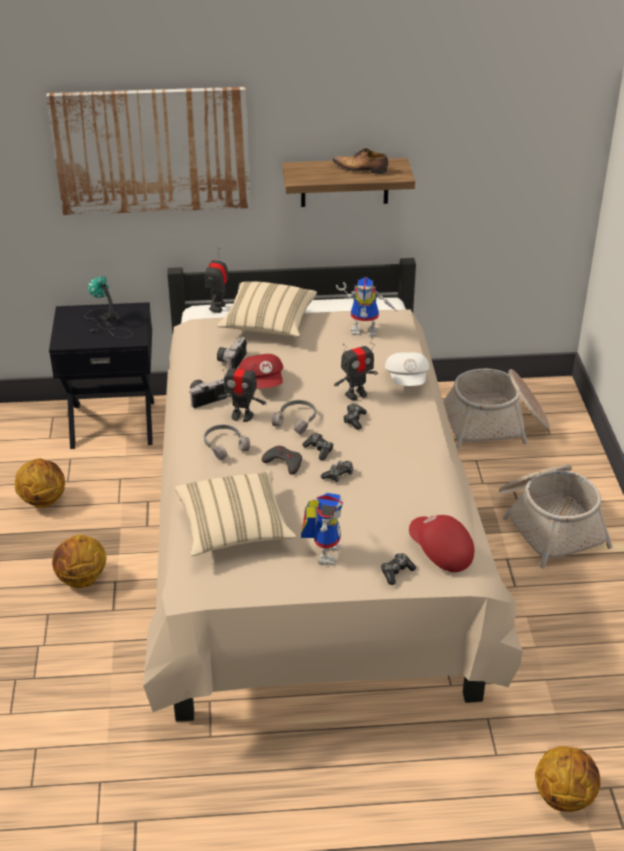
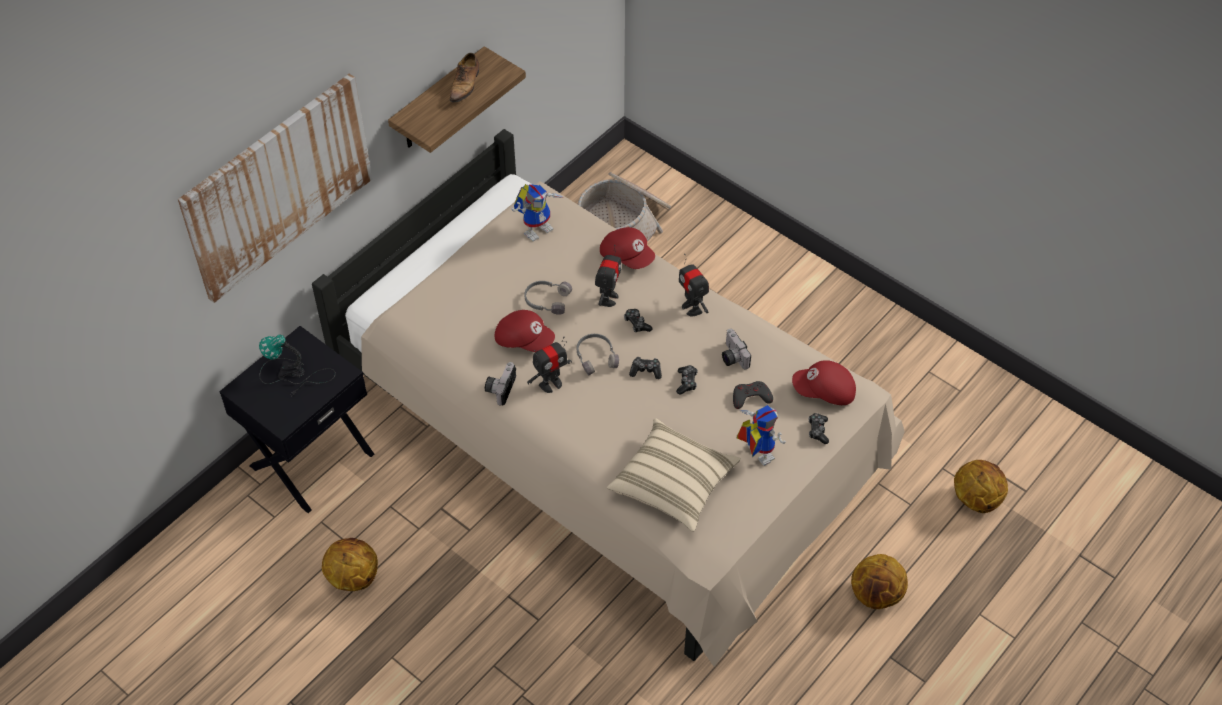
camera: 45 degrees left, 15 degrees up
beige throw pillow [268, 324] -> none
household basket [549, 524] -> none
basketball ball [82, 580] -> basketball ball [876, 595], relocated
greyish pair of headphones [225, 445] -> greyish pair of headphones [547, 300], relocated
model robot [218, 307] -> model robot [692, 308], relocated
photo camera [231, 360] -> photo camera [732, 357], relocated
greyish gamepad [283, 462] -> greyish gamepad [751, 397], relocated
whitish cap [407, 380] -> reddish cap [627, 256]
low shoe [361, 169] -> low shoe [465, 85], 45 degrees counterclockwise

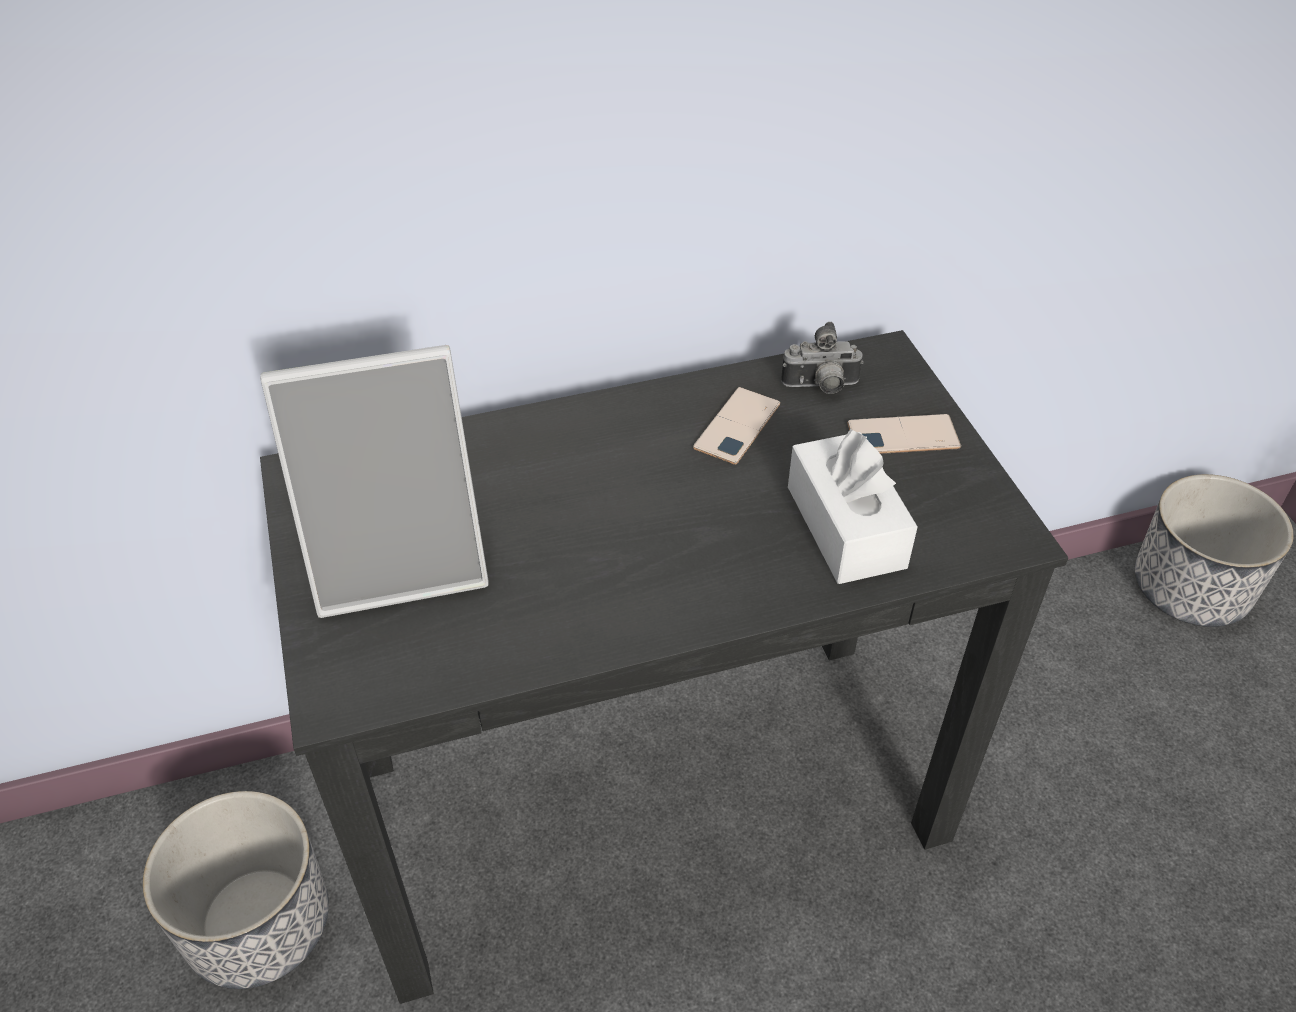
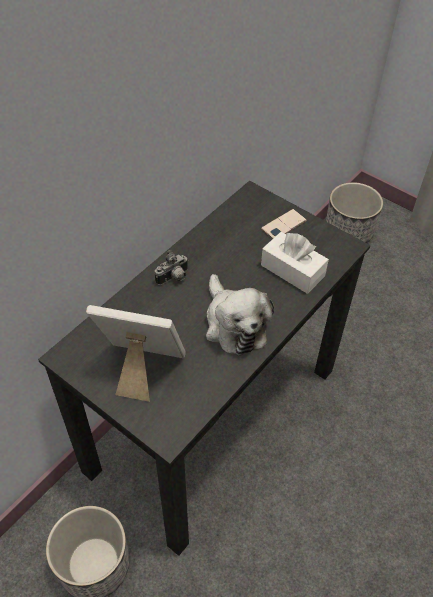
camera: 35 degrees left, 5 degrees up
phone [737, 426] -> none
none -> cuddly toy [233, 324]
photo camera [820, 387] -> photo camera [174, 278], relocated
picture frame [400, 558] -> picture frame [141, 369], 120 degrees counterclockwise

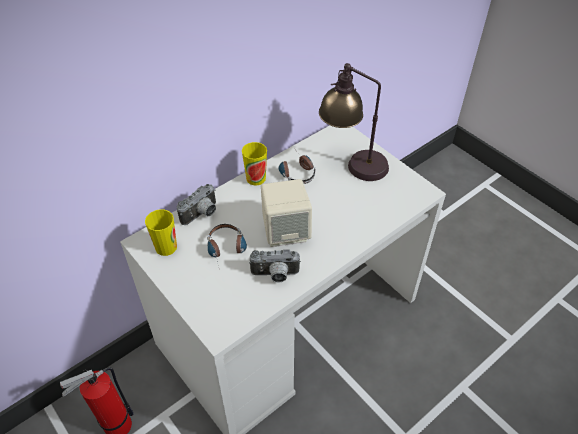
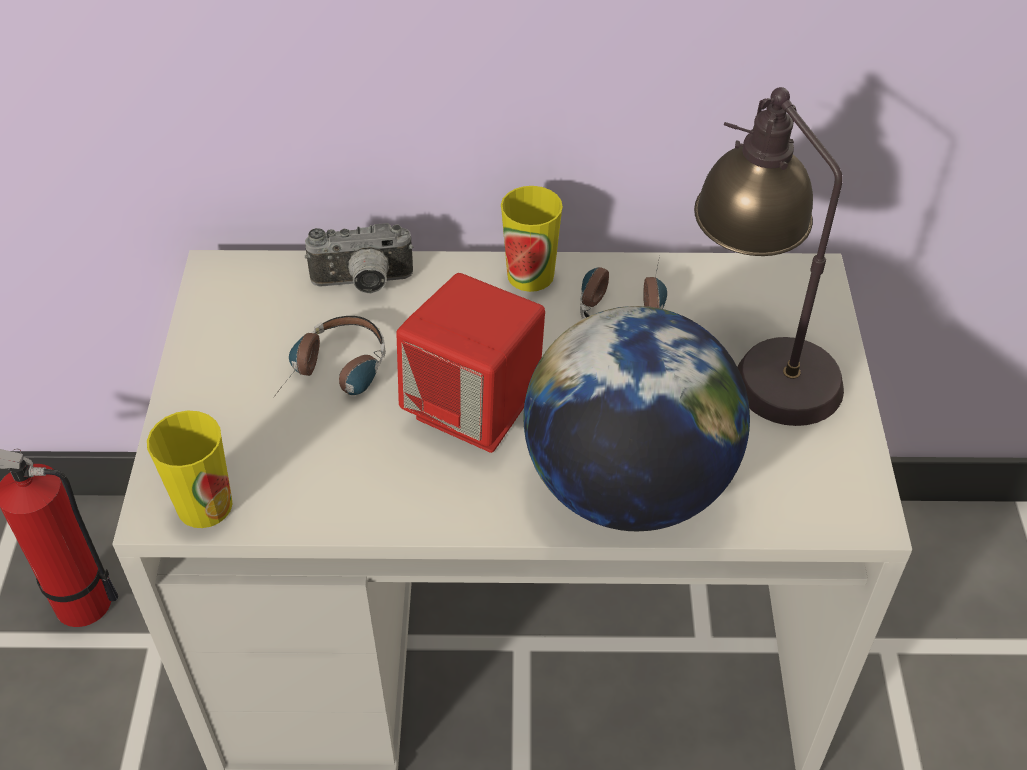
camera: 40 degrees right, 0 degrees up
photo camera [275, 275] -> none
none -> desk globe [628, 485]
drinking cup [166, 247] -> drinking cup [204, 505], relocated
beige speaker [286, 232] -> reddish speaker [475, 409]

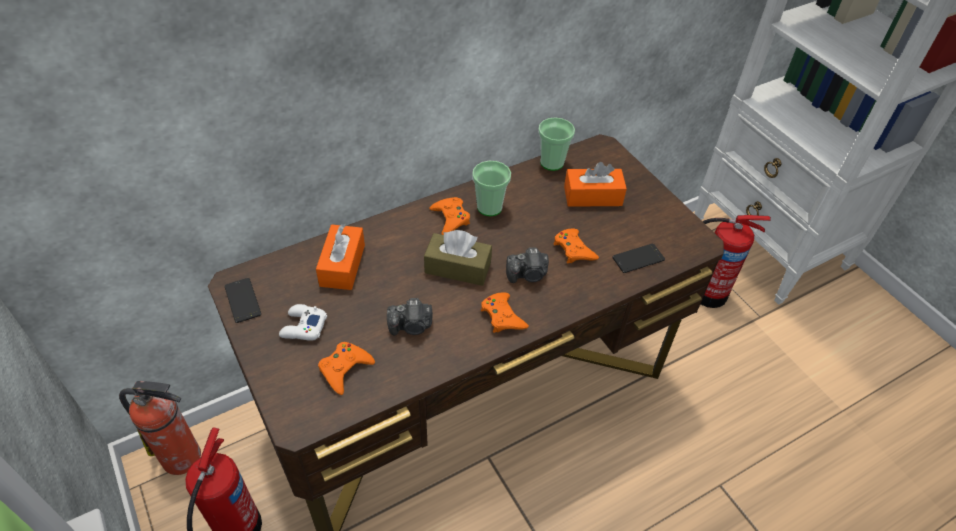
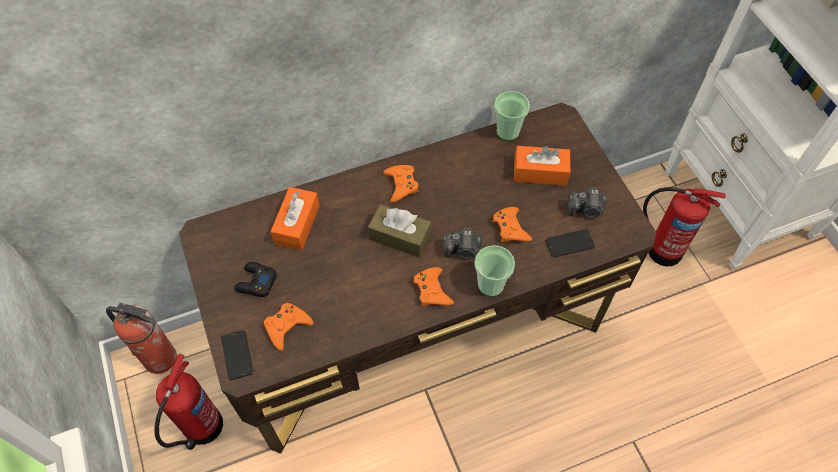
camera: 10 degrees right, 10 degrees up
phone [242, 300] -> phone [237, 355], relocated
photo camera [411, 326] -> photo camera [586, 210], relocated
drinking cup [489, 207] -> drinking cup [490, 285], relocated
whitish gamepad [303, 327] -> black gamepad [256, 282]

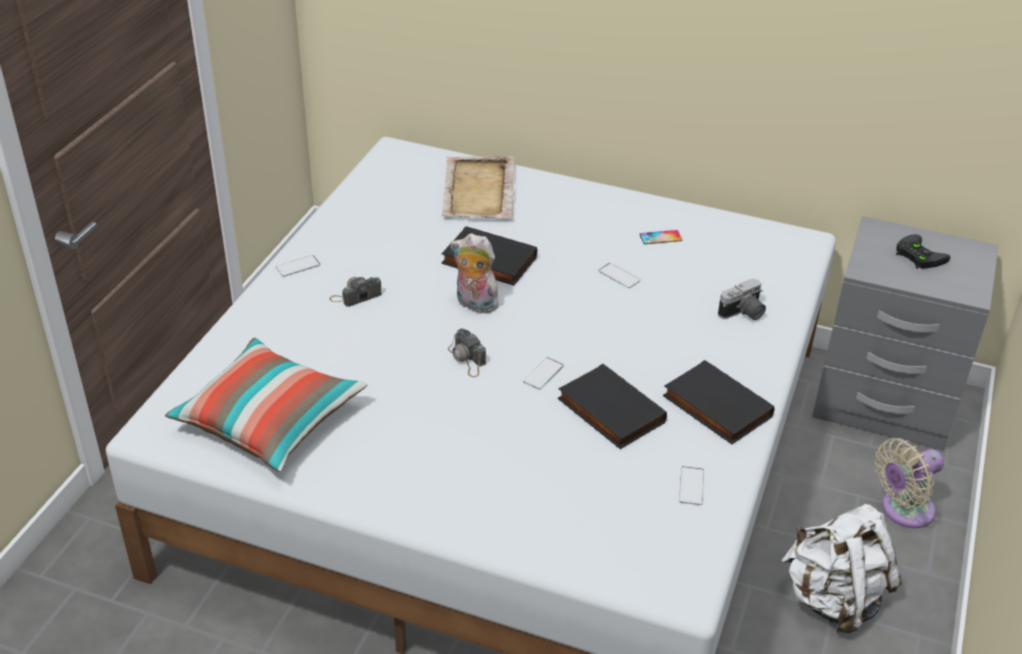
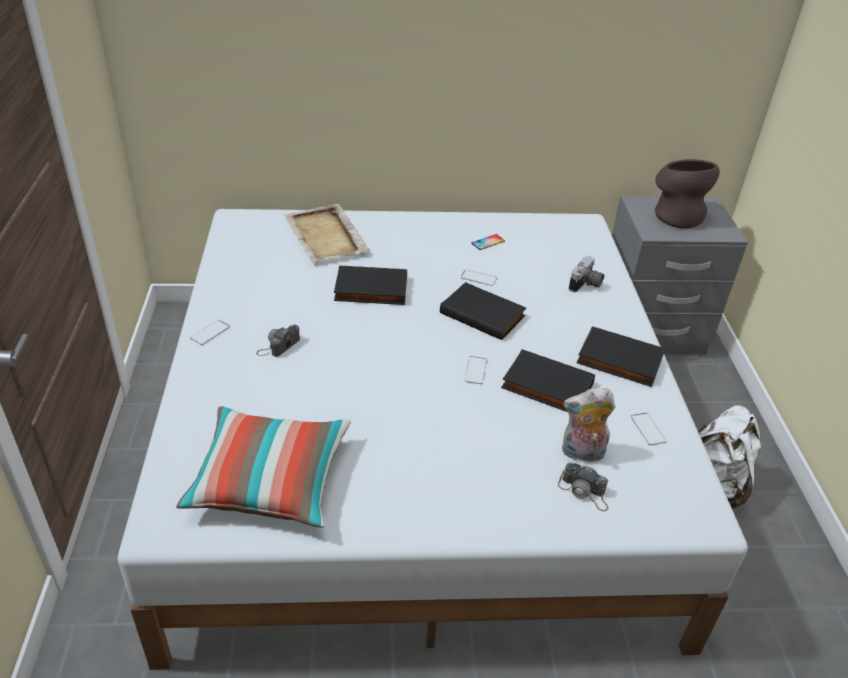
camera: 25 degrees left, 0 degrees up
beige electric fan [903, 510] -> none
none -> black volume [483, 314]
photo camera [467, 359] -> photo camera [584, 492], relocated
cuddly toy [474, 304] -> cuddly toy [581, 453], relocated
black gamepad [917, 255] -> brownish decorative vase [676, 215]

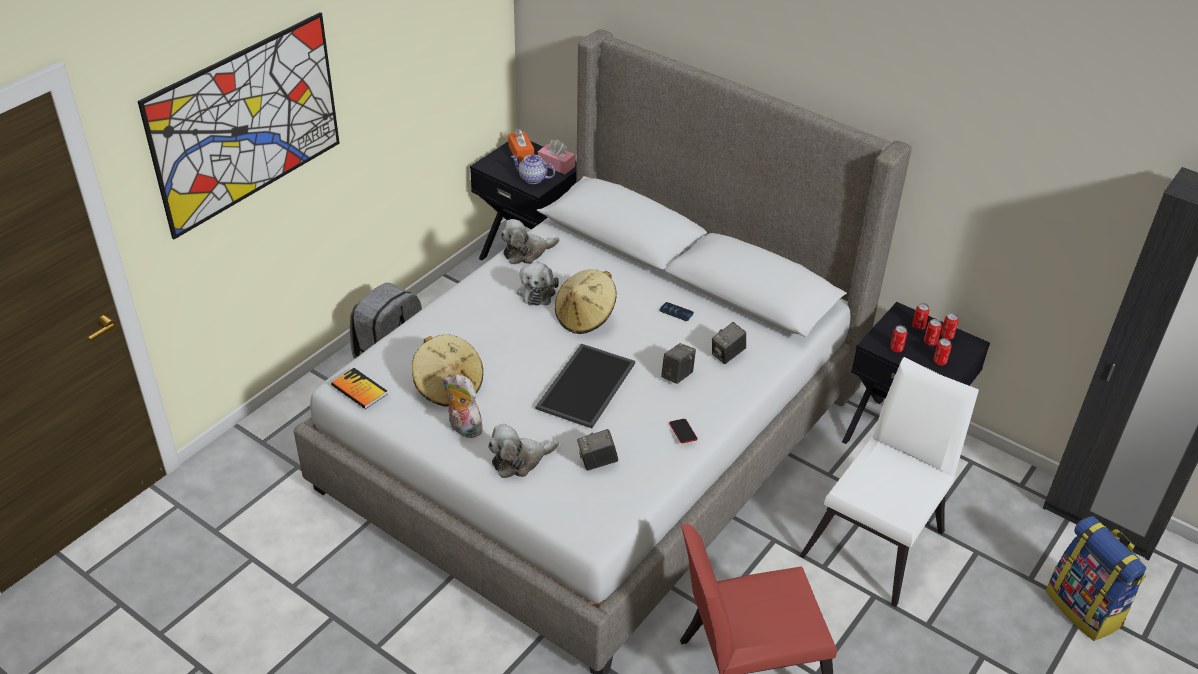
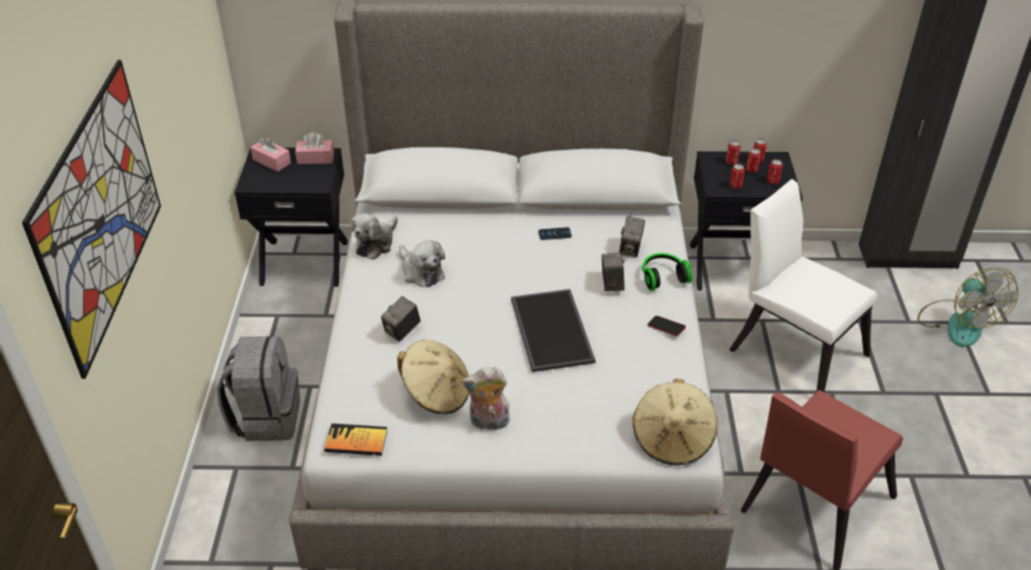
camera: 35 degrees left, 0 degrees up
cuddly toy [520, 460] -> none
pot for tea [532, 179] -> none
none -> pair of headphones [662, 277]
beige wearable hat [585, 317] -> beige wearable hat [673, 440], relocated
photo camera [597, 462] -> photo camera [402, 331], relocated
knapsack [1085, 609] -> electric fan [957, 323]
orange box of tissues [521, 153] -> pinkish box of tissues [272, 161]
whitish upright chair [879, 538] -> whitish upright chair [792, 347], 45 degrees counterclockwise

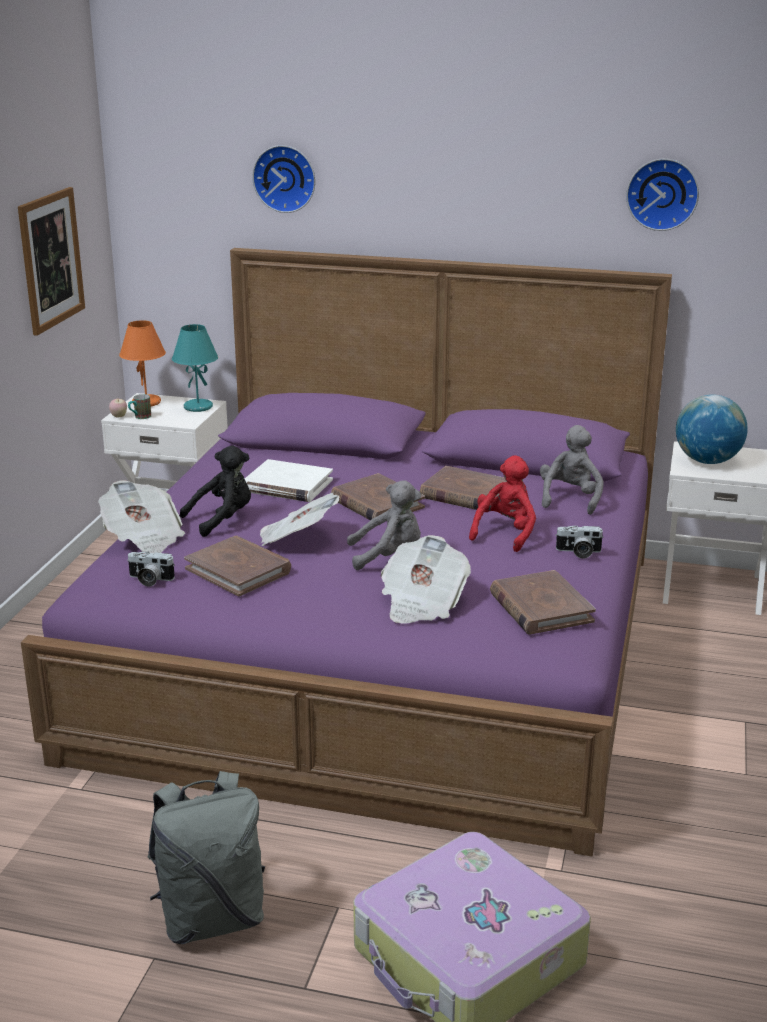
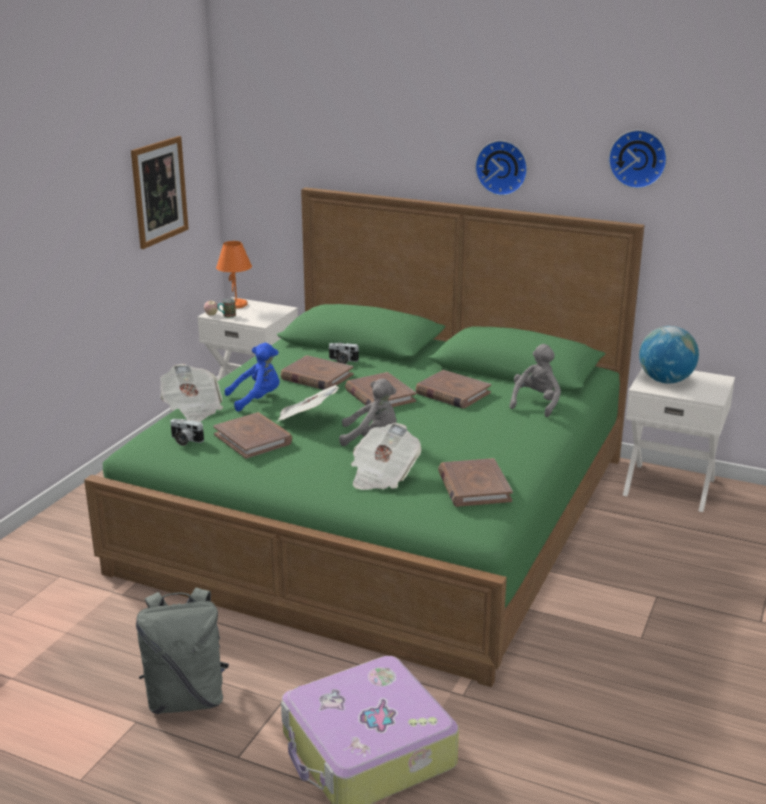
camera: 10 degrees right, 0 degrees up
turquoise-coloured table lamp [197, 407] -> none
reddish cuddly toy [505, 533] -> none
wall clock [285, 178] -> wall clock [502, 167], relocated
photo camera [578, 552] -> photo camera [342, 361], relocated
purple-coloured sleeping bed [383, 648] -> green sleeping bed [383, 511]
black cuddly toy [222, 519] -> blue-coloured cuddly toy [257, 399]
whitish volume [288, 486] -> brownish volume [316, 377]

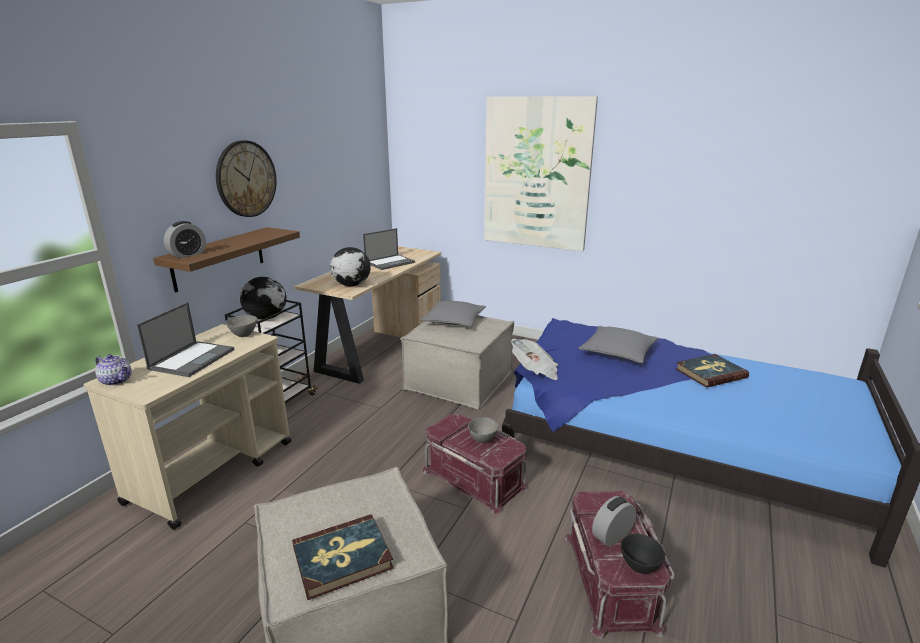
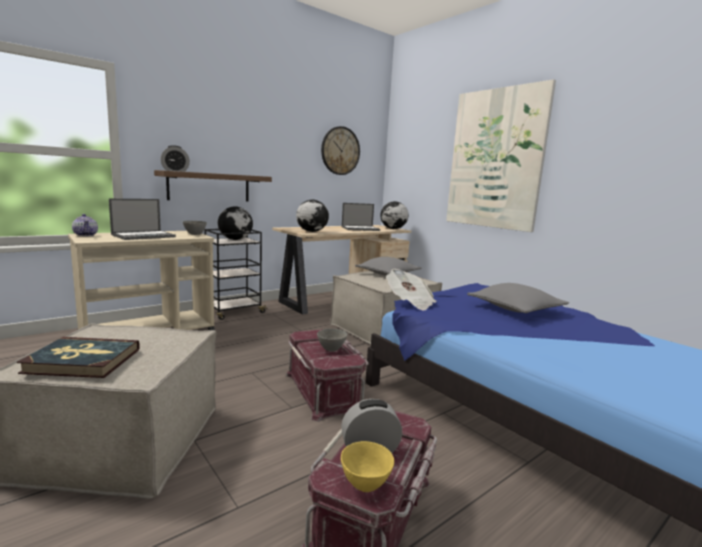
camera: 25 degrees right, 10 degrees down
volume [710, 373] -> none
none -> desk globe [393, 229]
wall clock [246, 179] -> wall clock [340, 151], relocated
black deep dish [640, 567] -> yellowish deep dish [365, 485]

